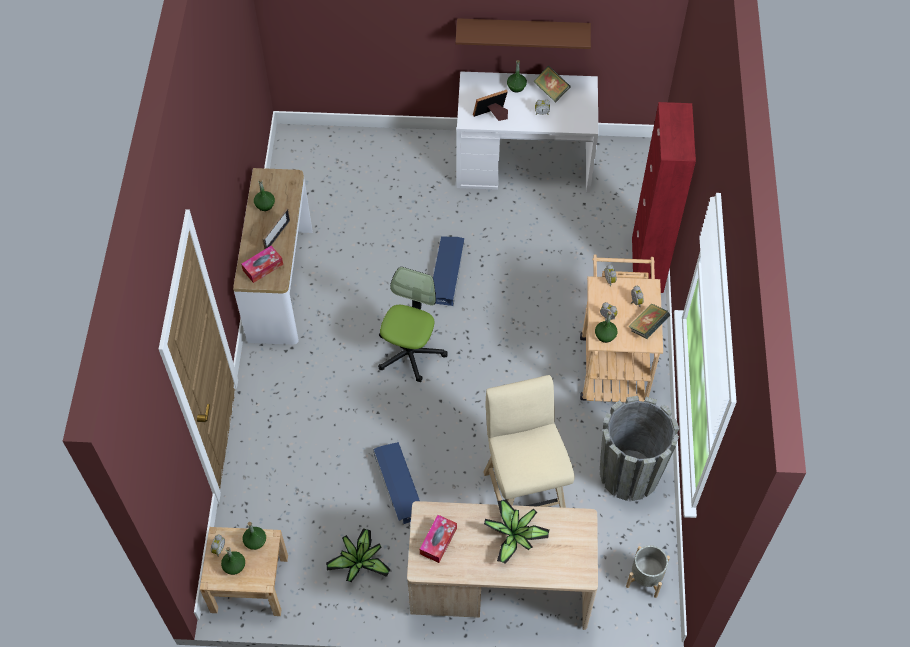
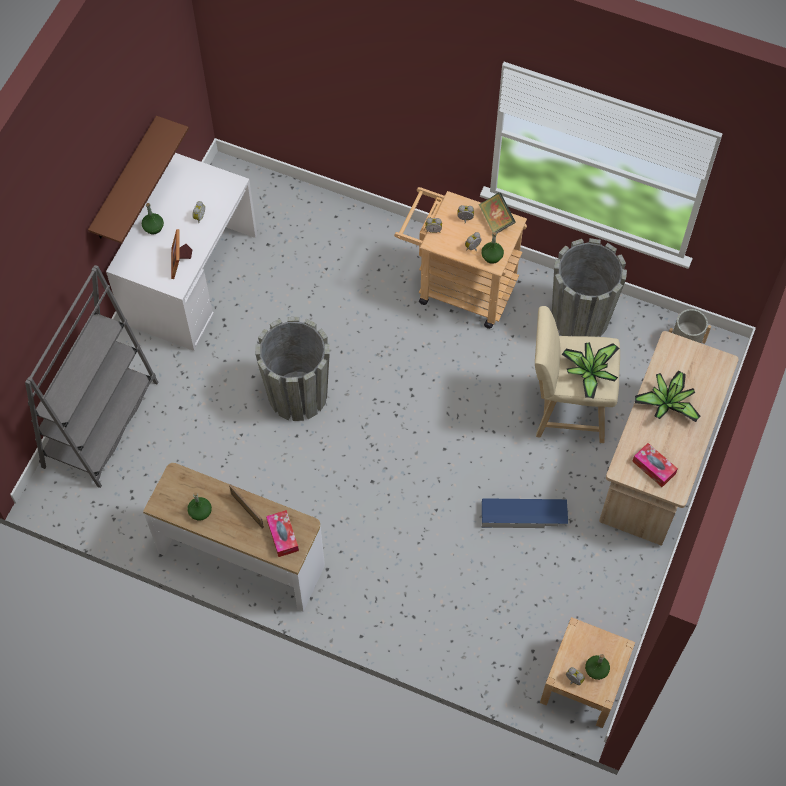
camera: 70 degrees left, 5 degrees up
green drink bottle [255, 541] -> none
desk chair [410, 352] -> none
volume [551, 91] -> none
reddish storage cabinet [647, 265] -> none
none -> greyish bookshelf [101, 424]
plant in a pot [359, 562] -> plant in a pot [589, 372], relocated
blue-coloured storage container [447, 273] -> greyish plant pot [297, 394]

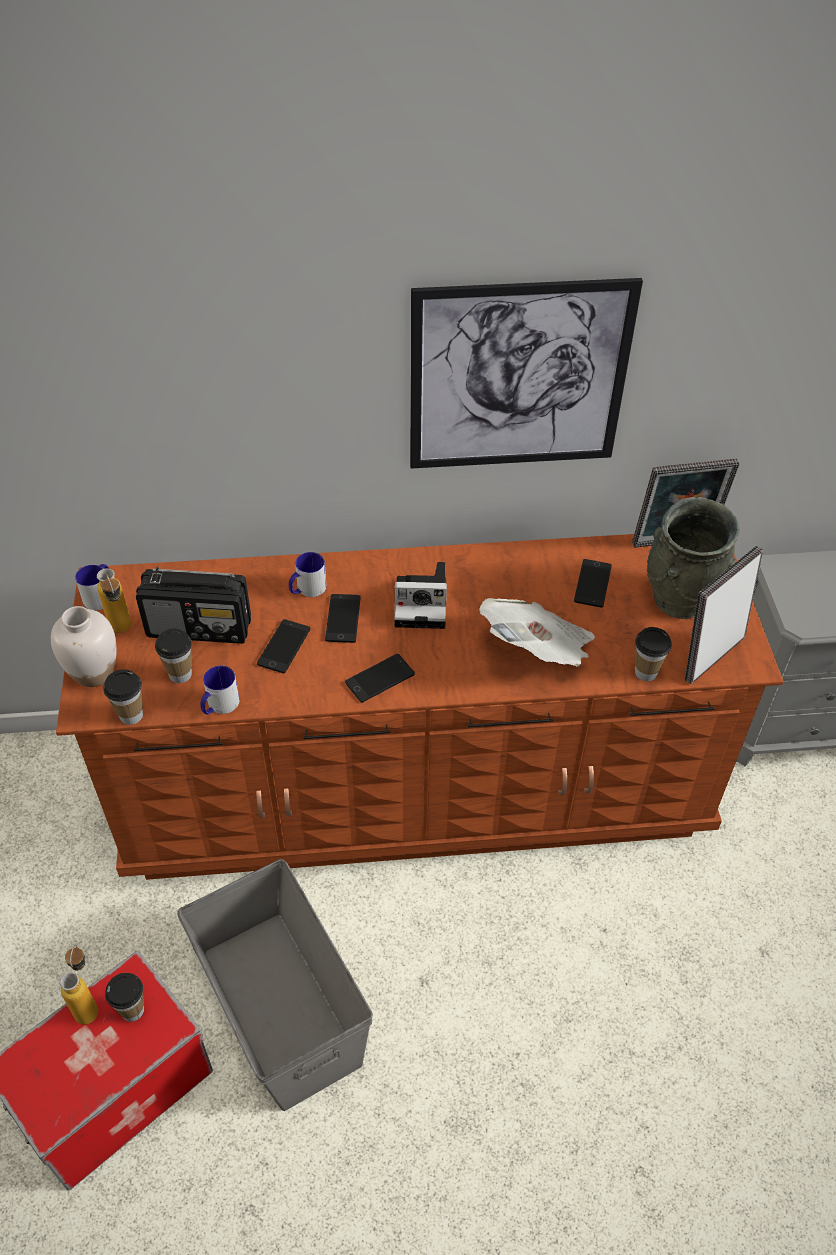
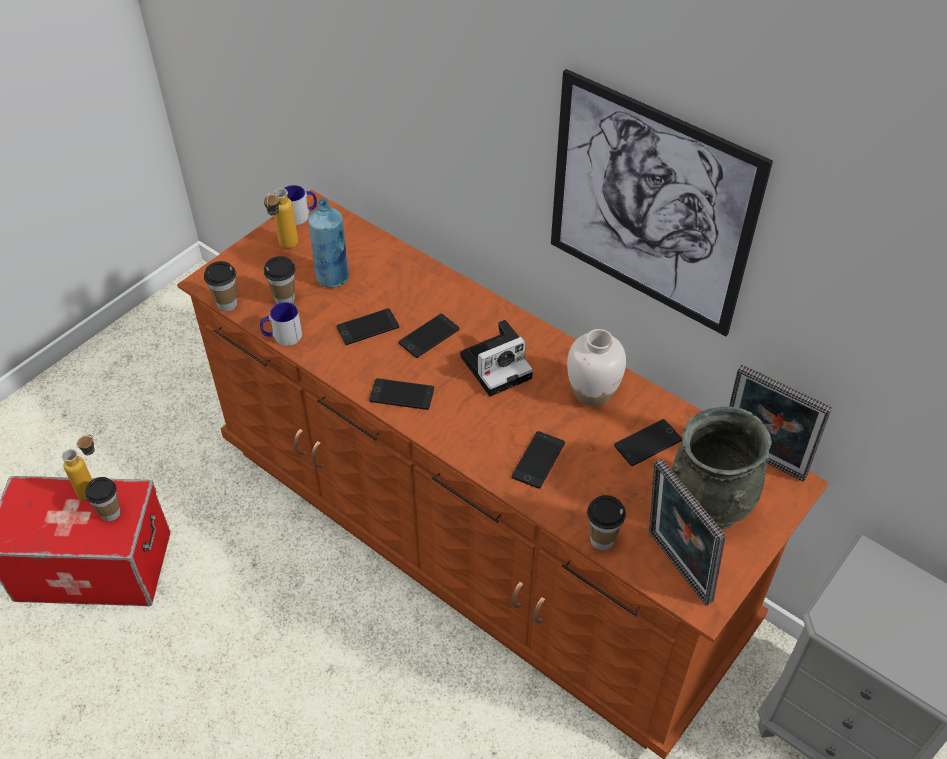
camera: 45 degrees right, 0 degrees up
greyish storage container [281, 1005] -> none
coffee mug [307, 589] -> none
whitish decorative vase [93, 672] -> whitish decorative vase [592, 393], relocated
radio set [200, 628] -> blue-coloured drink bottle [333, 278]
newspaper [538, 650] -> phone [538, 460]
photo camera [423, 603] -> photo camera [497, 365], 75 degrees counterclockwise
picture frame [710, 655] -> picture frame [674, 569], 120 degrees counterclockwise

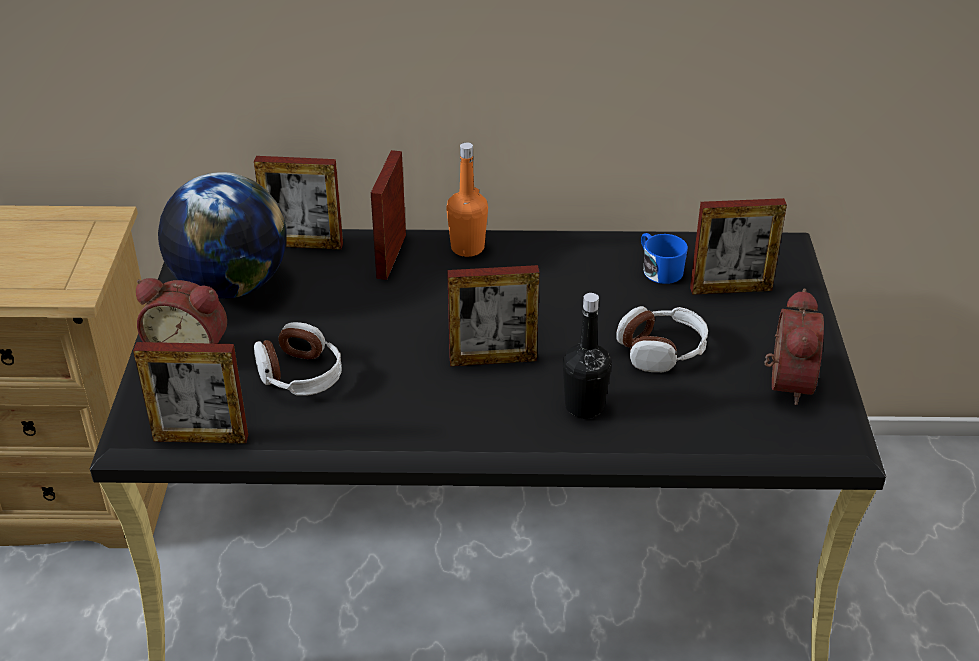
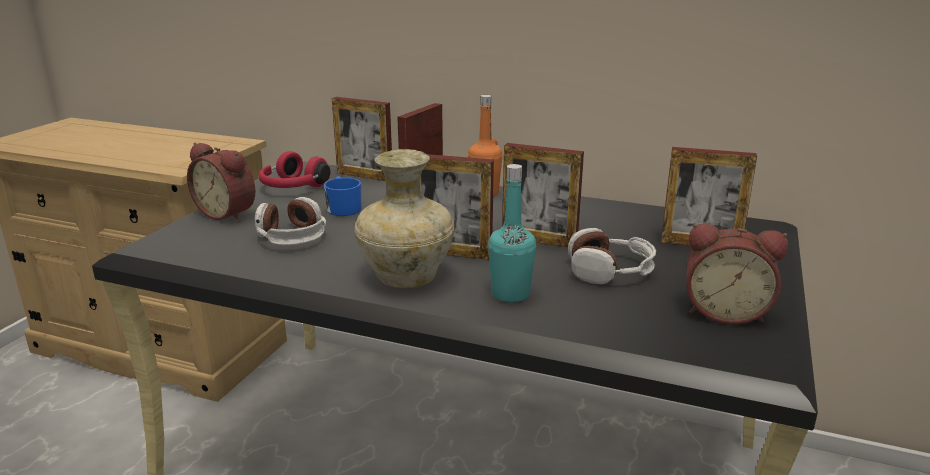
camera: 20 degrees right, 15 degrees down
none -> beige decorative vase [406, 277]
picture frame [201, 438] -> picture frame [539, 240], relocated
blue-coloured coffee mug [659, 269] -> blue-coloured coffee mug [343, 208], relocated
desk globe [230, 286] -> reddish pair of headphones [292, 188]
black drink bottle [584, 406] -> turquoise-coloured drink bottle [510, 294]
alarm clock [785, 382] -> alarm clock [725, 312], 75 degrees clockwise

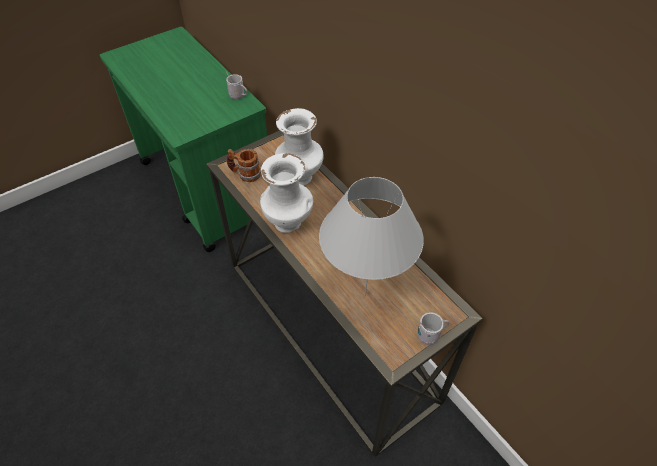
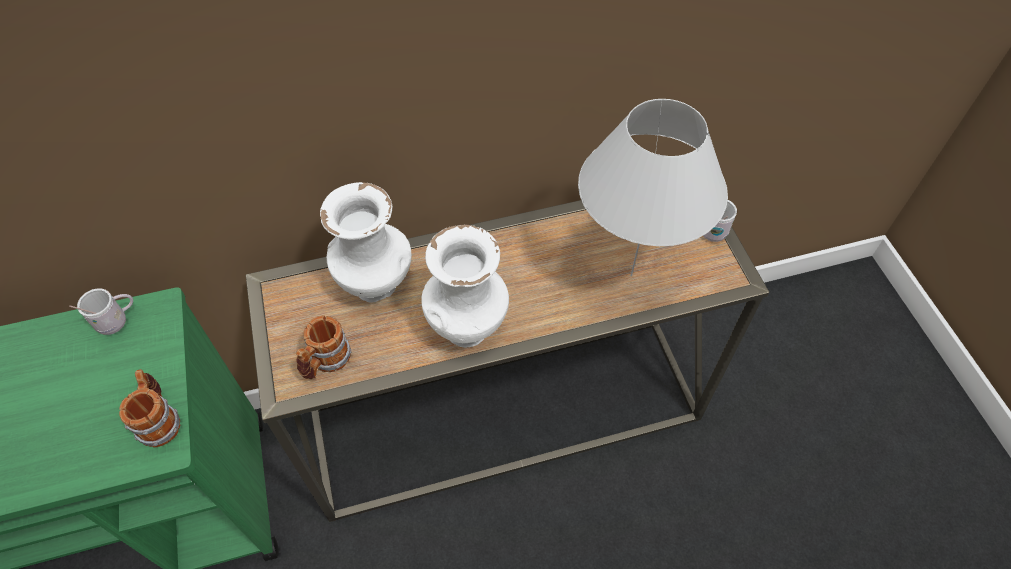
camera: 70 degrees left, 5 degrees up
none -> coffee mug [160, 419]

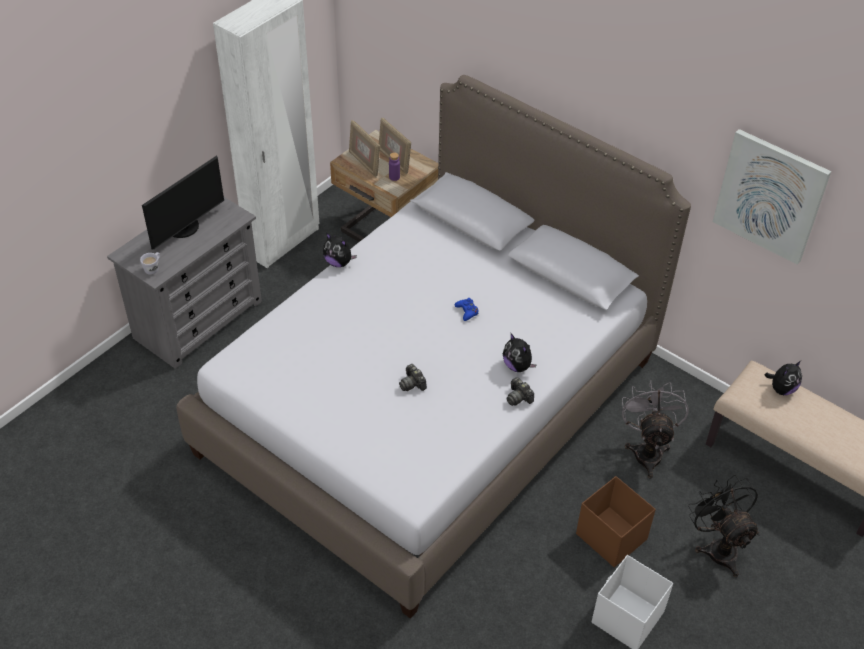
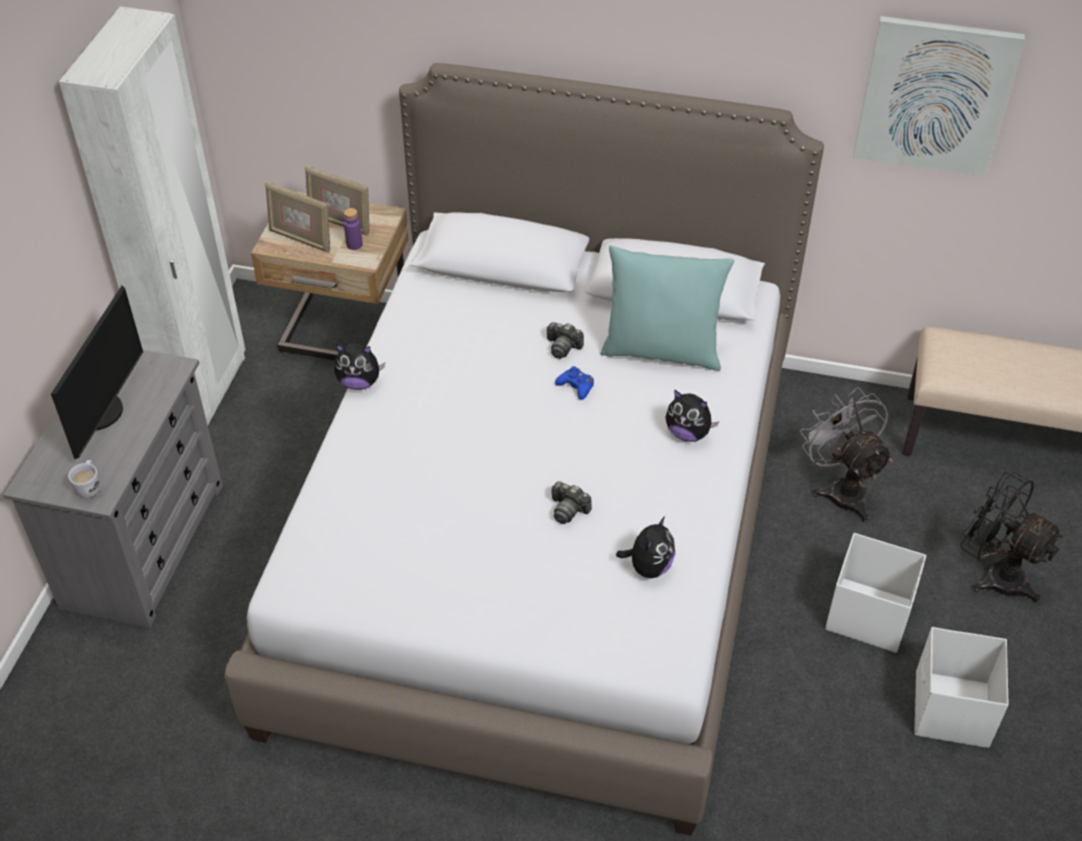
camera: 25 degrees left, 0 degrees up
none -> turquoise-coloured throw pillow [661, 351]
photo camera [518, 397] -> photo camera [563, 347], relocated
cuddly toy [781, 389] -> cuddly toy [648, 567], relocated
brownish storage container [611, 536] -> whitish storage container [867, 614]

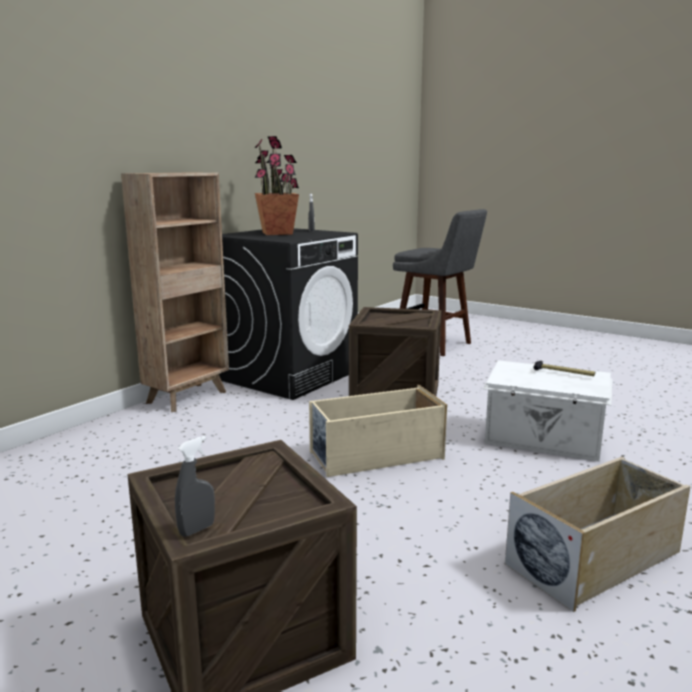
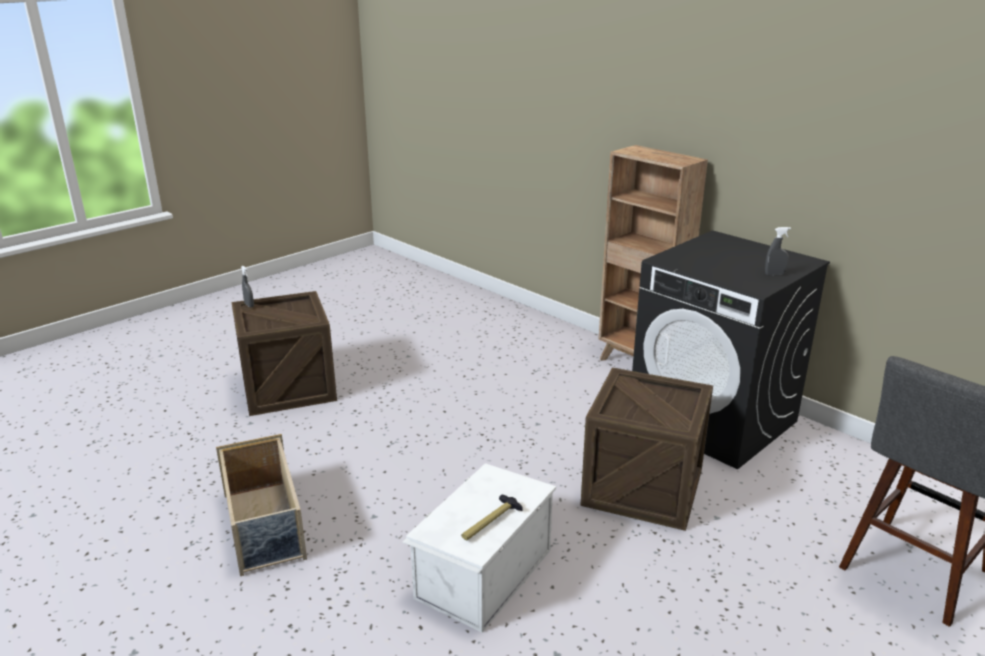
camera: 100 degrees right, 10 degrees up
plant in a pot [277, 233] -> none
beige storage container [375, 456] -> none

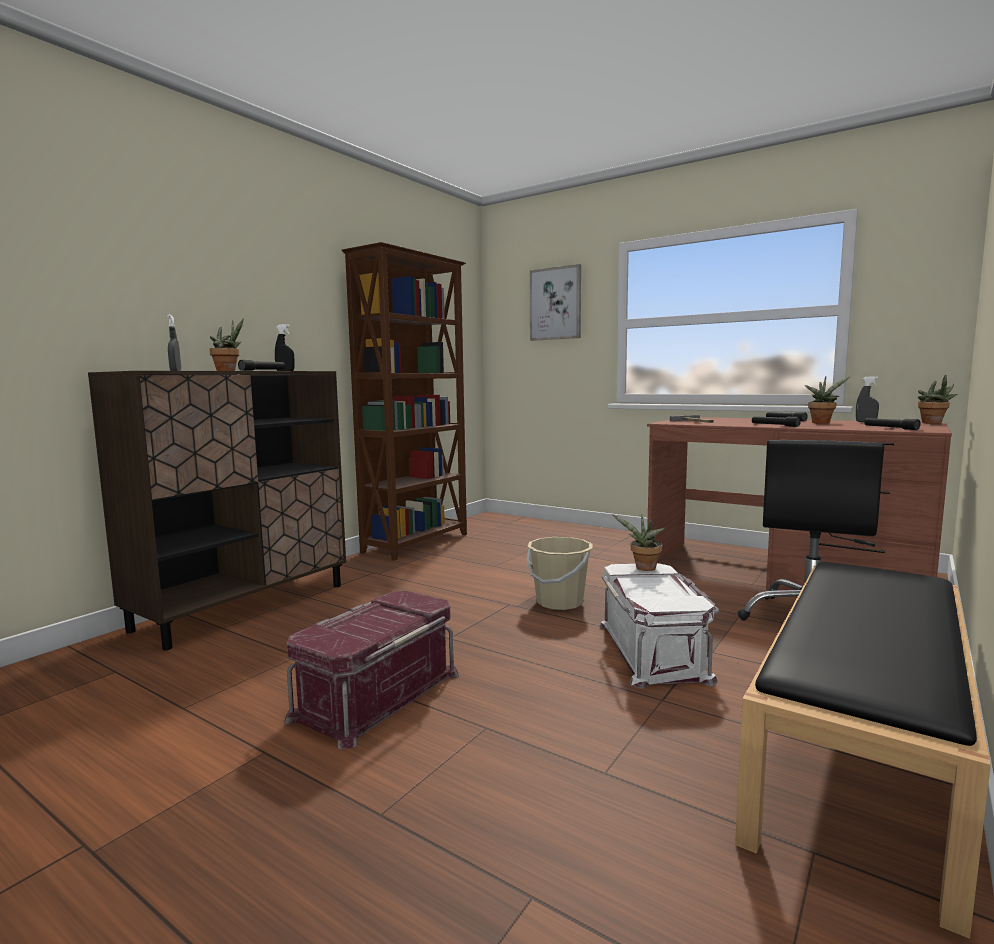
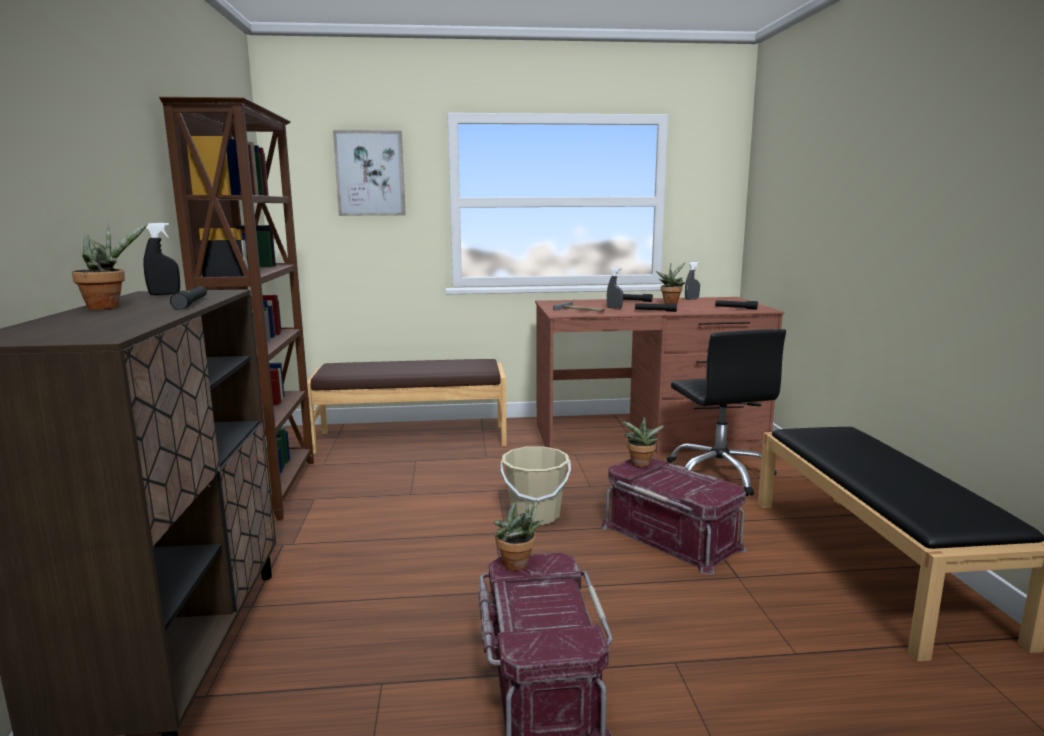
camera: 40 degrees left, 5 degrees up
none -> brownish bench [412, 438]
greyish hand sprayer [175, 371] -> greyish hand sprayer [614, 308], relocated
plant in a pot [933, 423] -> plant in a pot [518, 565], relocated
whitish storage container [654, 651] -> reddish storage container [672, 536]

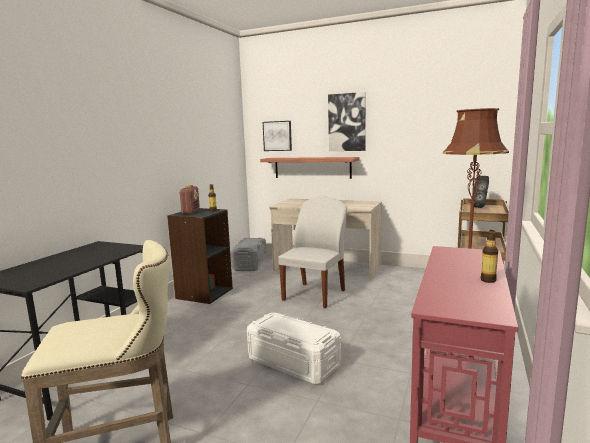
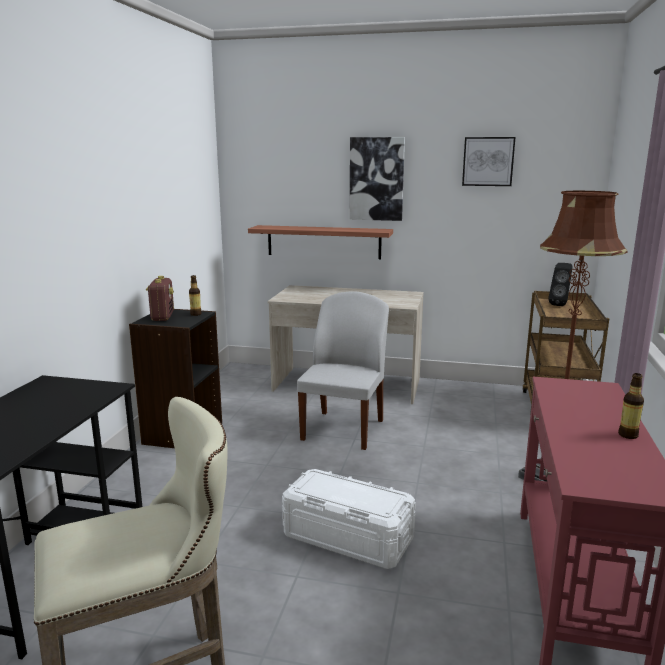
camera: 10 degrees left, 5 degrees up
greyish storage container [250, 263] -> none
picture [277, 136] -> picture [488, 161], relocated

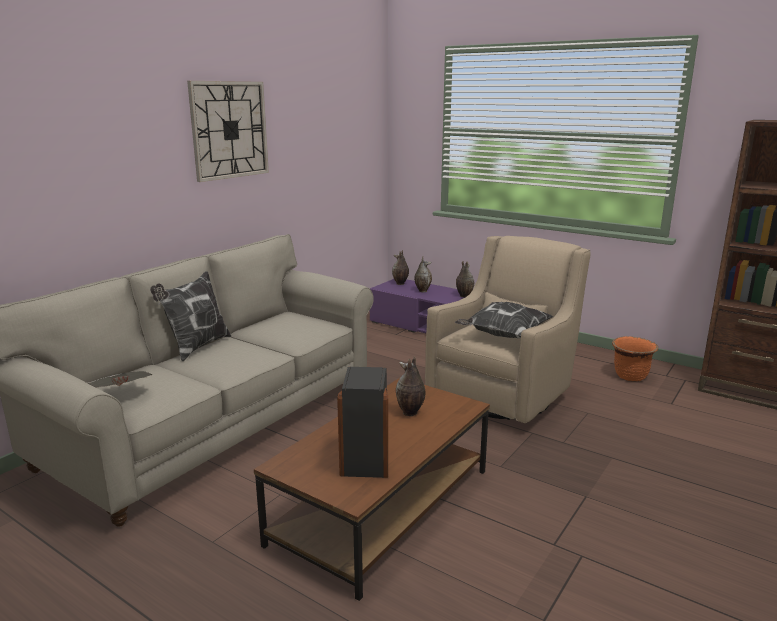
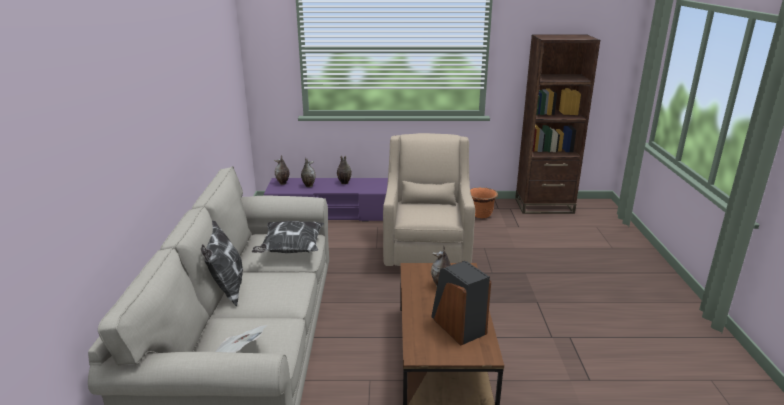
camera: 35 degrees left, 5 degrees up
wall clock [229, 130] -> none
throw pillow [503, 336] -> throw pillow [290, 250], relocated

